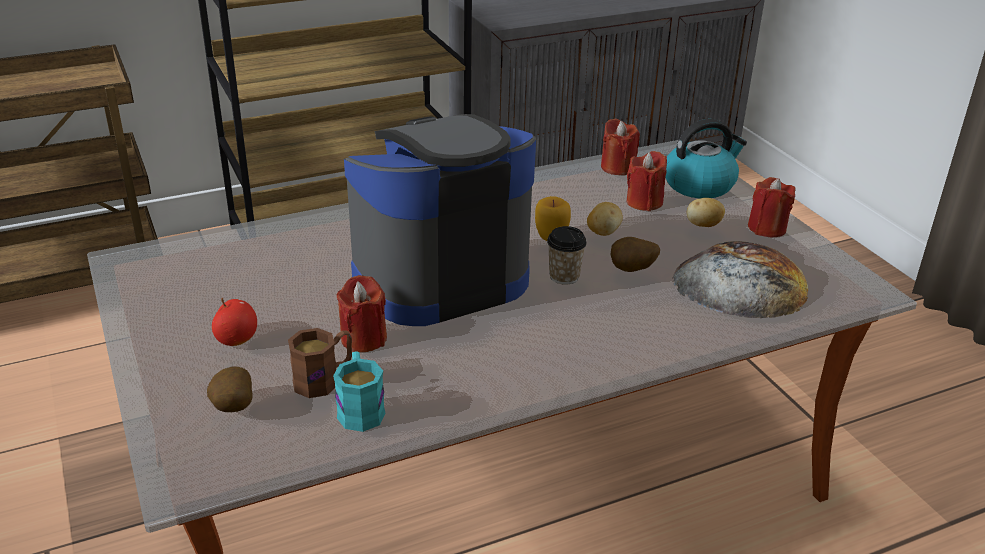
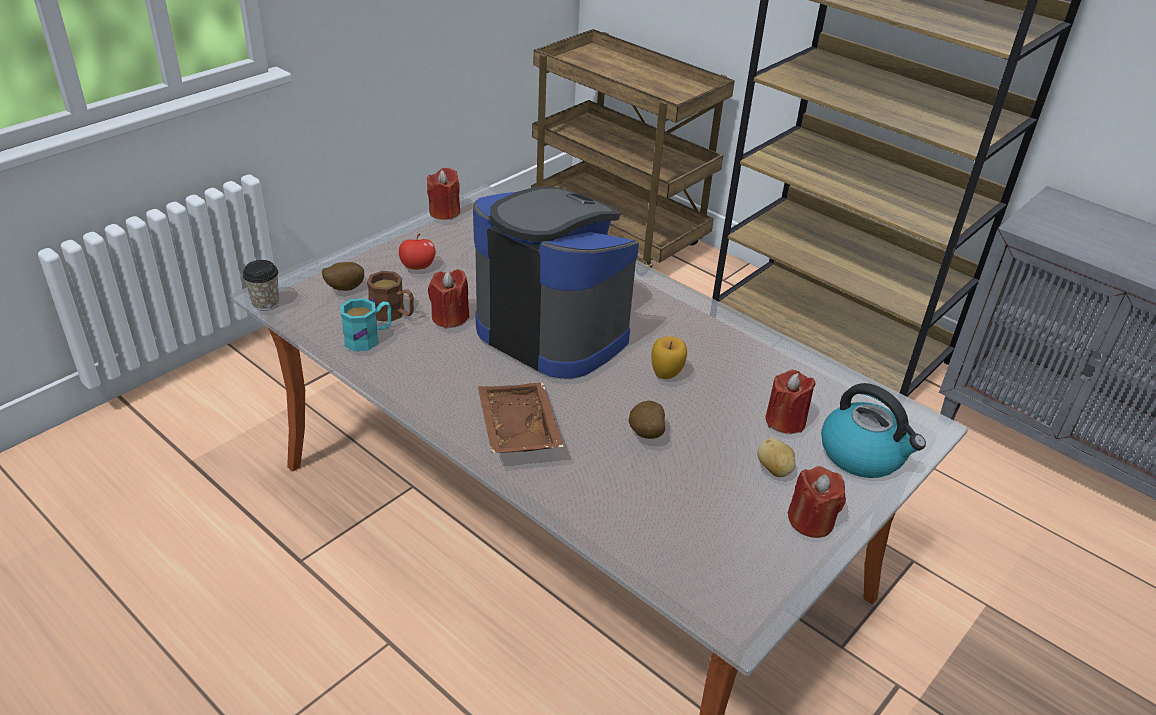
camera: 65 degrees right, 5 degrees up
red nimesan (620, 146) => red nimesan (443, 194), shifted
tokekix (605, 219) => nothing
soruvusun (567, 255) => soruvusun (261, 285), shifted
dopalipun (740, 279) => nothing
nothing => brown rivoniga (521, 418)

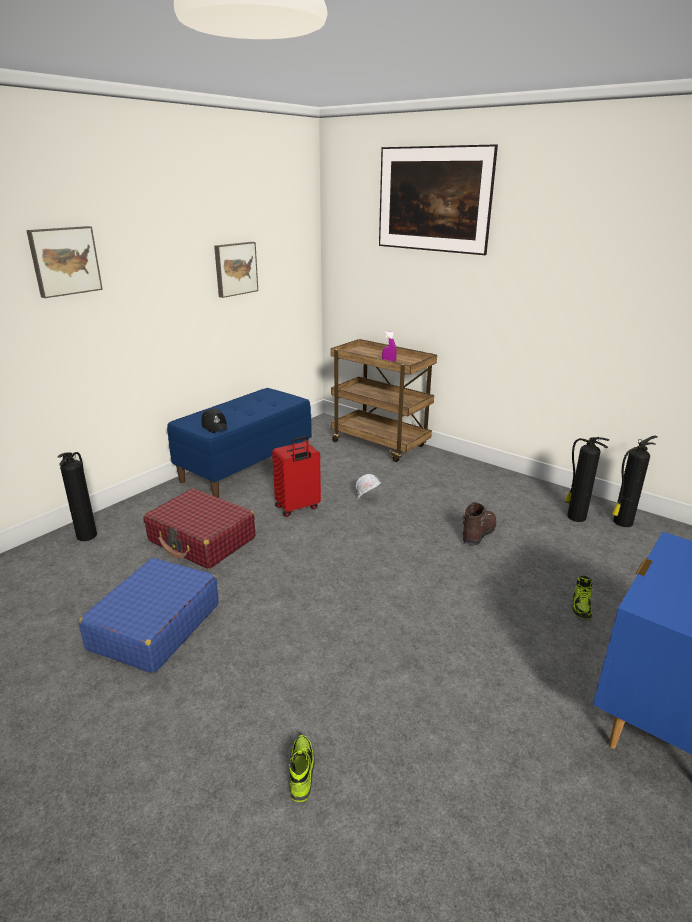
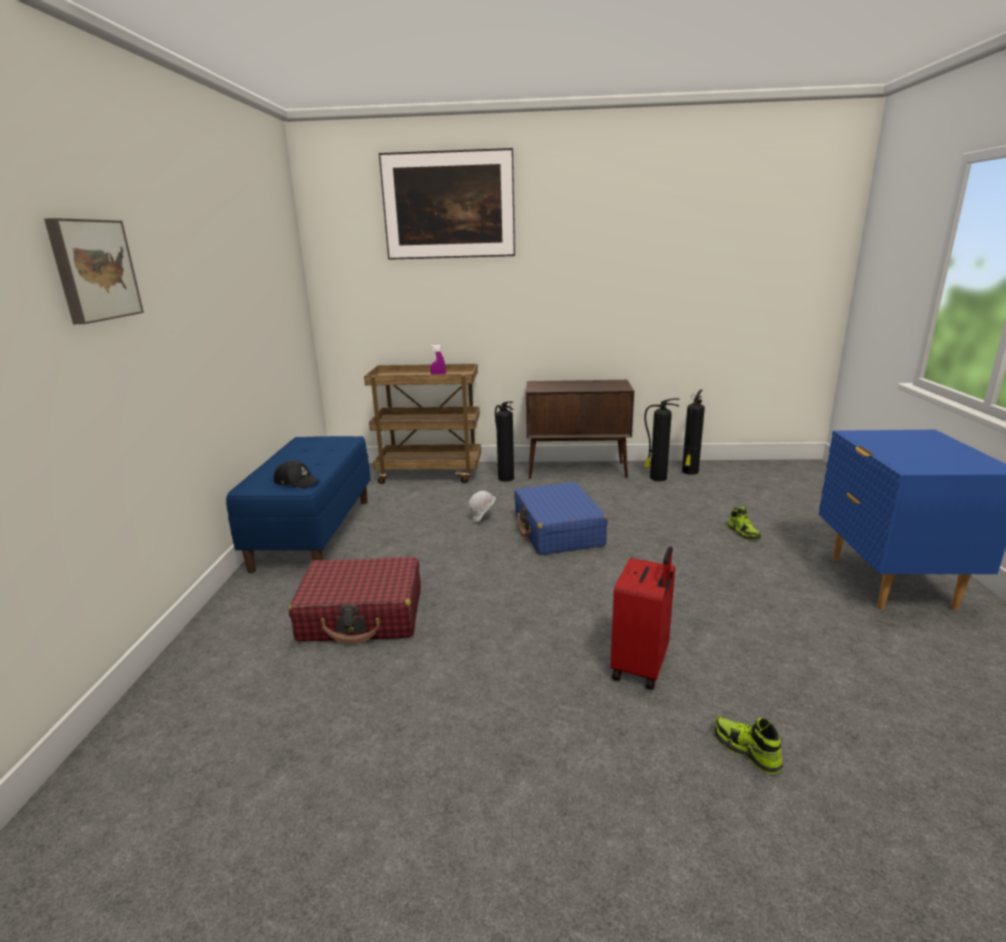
camera: 35 degrees left, 5 degrees down
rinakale (236, 270) => nothing
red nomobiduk (296, 476) => red nomobiduk (642, 618), shifted
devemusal (77, 496) => devemusal (504, 441), shifted
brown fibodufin (479, 523) => nothing
blue nomobiduk (149, 616) => blue nomobiduk (561, 518), shifted
nothing => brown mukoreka (580, 429)

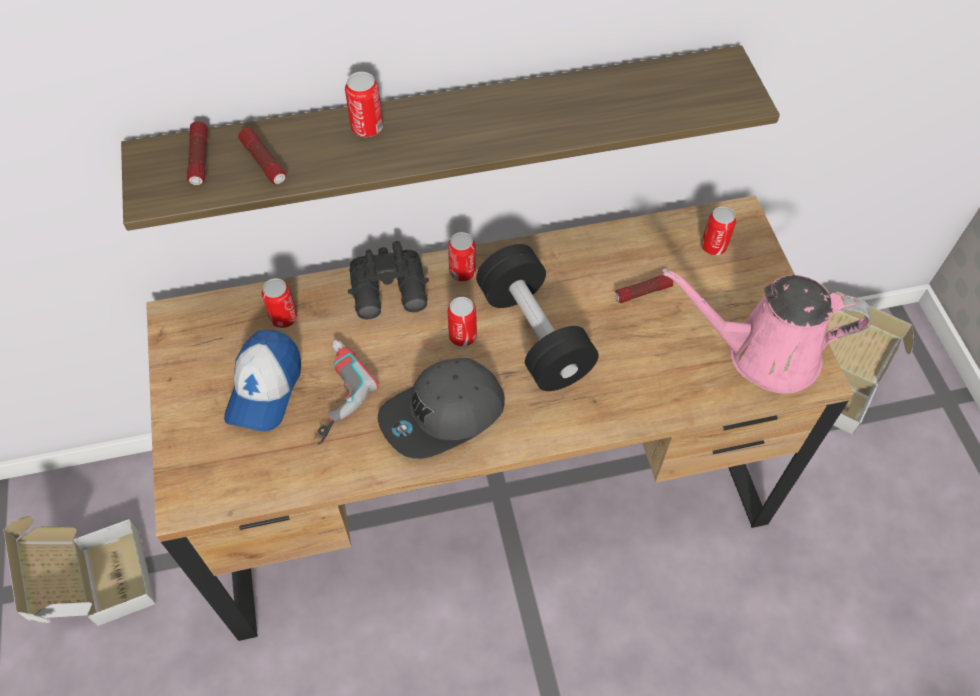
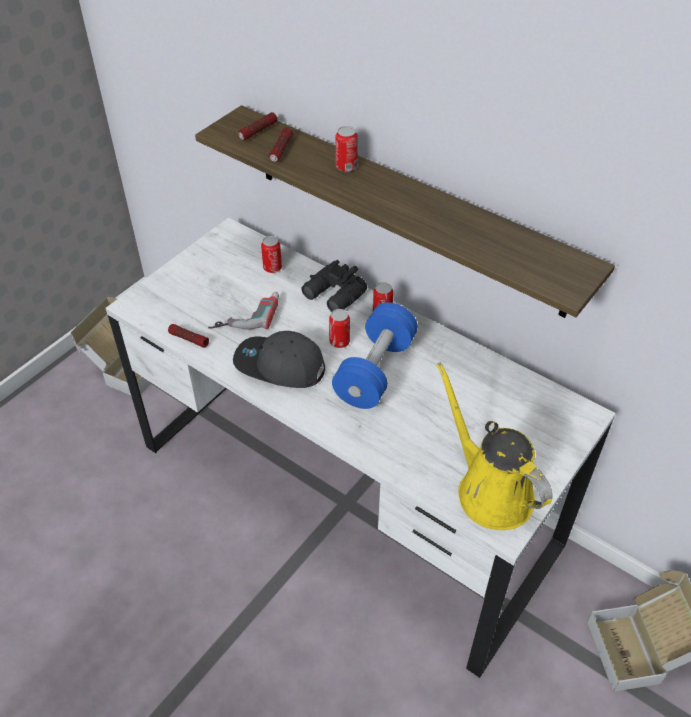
camera: 50 degrees right, 10 degrees down
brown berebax (500, 418) => white berebax (361, 447)
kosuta (718, 231) => nothing
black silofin (537, 317) => blue silofin (375, 355)
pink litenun (766, 331) => yellow litenun (494, 446)
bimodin (644, 289) => bimodin (188, 336), shifted
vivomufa (262, 381) => nothing

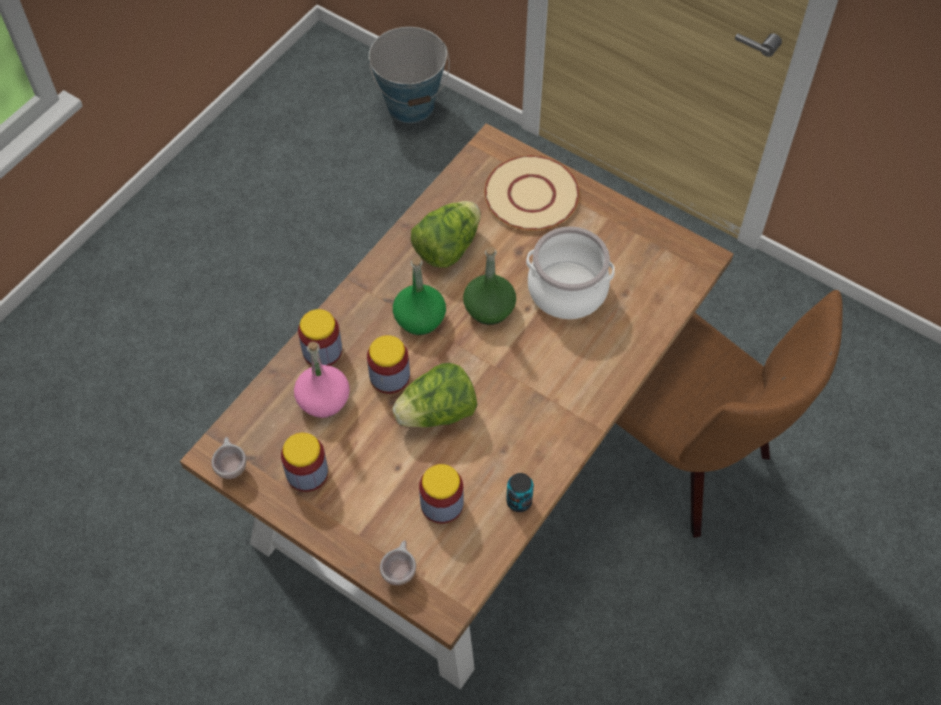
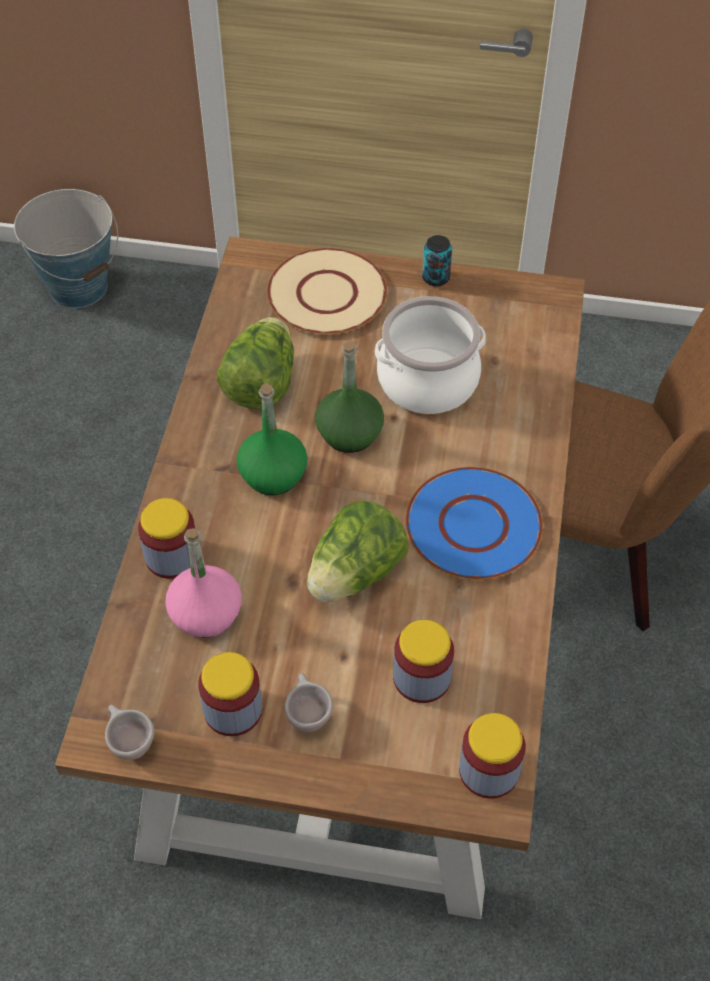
camera: 25 degrees left, 5 degrees down
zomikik (388, 364) => zomikik (492, 756), shifted
kosuta (520, 492) => kosuta (437, 260), shifted
beige soruvusun (398, 562) => beige soruvusun (308, 702), shifted
nothing => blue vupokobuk (474, 523)

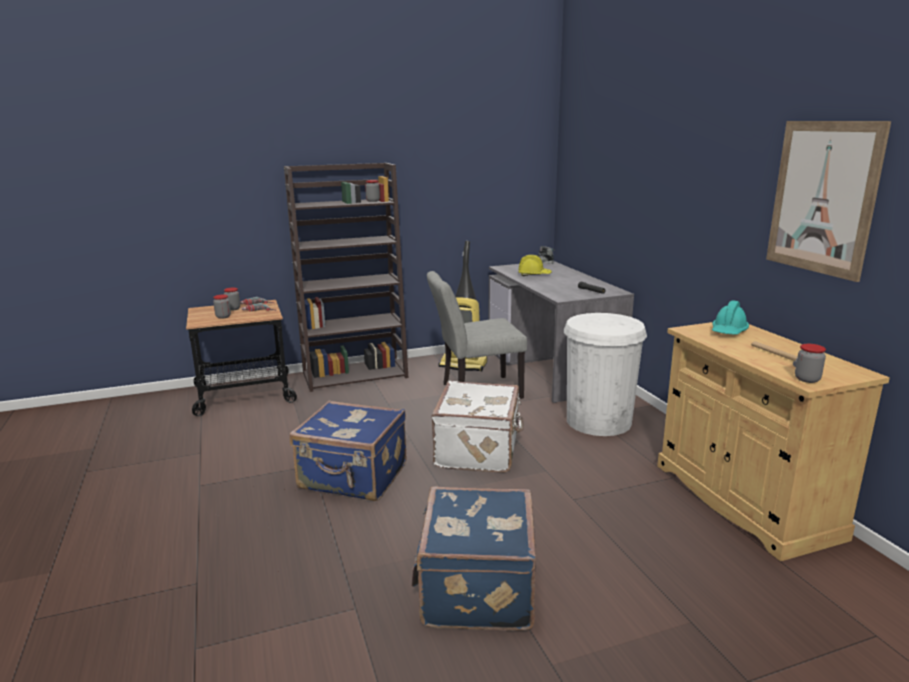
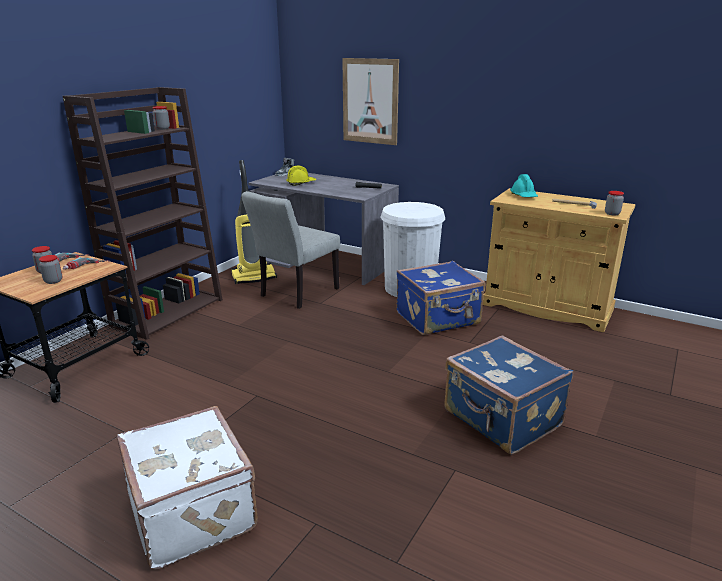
camera: 40 degrees left, 5 degrees up
rinakale (828, 201) => rinakale (370, 101), shifted
white nomobiduk (478, 427) => white nomobiduk (187, 488), shifted
blue nomobiduk (348, 450) => blue nomobiduk (441, 298), shifted

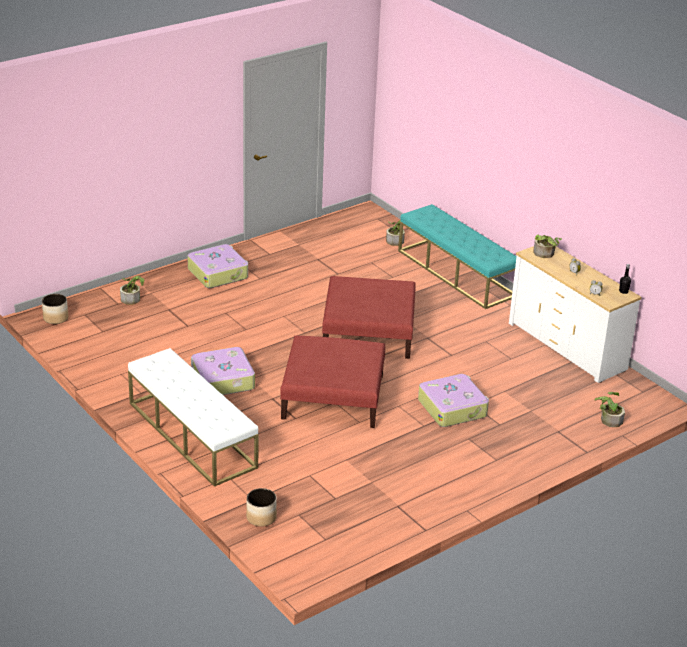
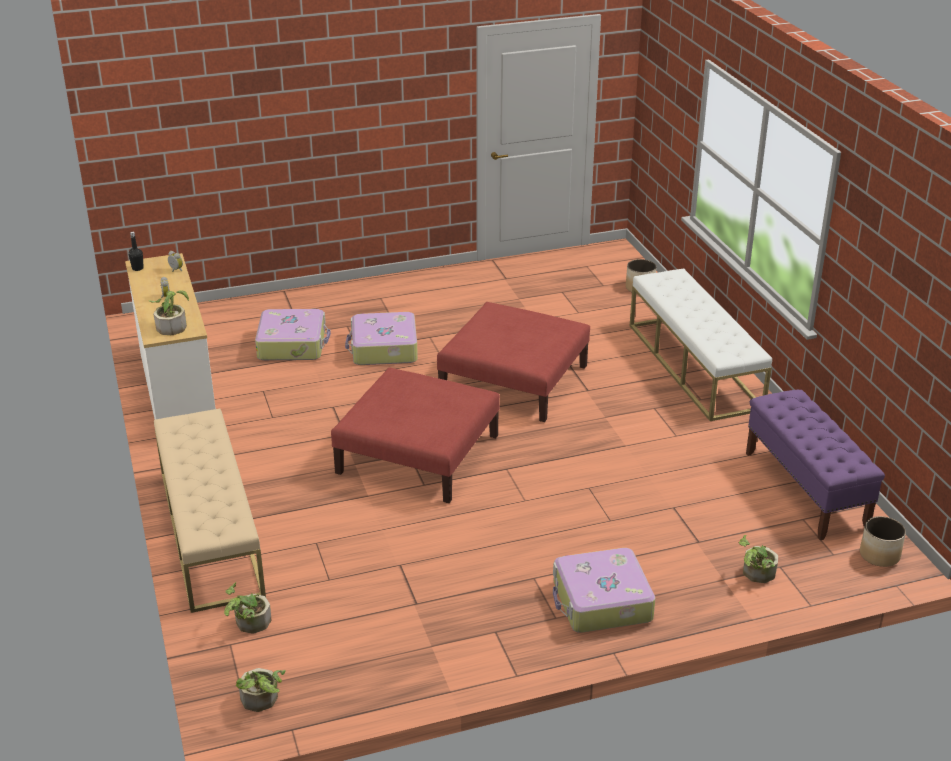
camera: 160 degrees left, 0 degrees up
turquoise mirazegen (457, 256) => beige mirazegen (210, 511)
nomobiduk (223, 371) => nomobiduk (293, 334), shifted
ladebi (610, 409) => ladebi (261, 690), shifted
nothing => purple mirazegen (815, 465)

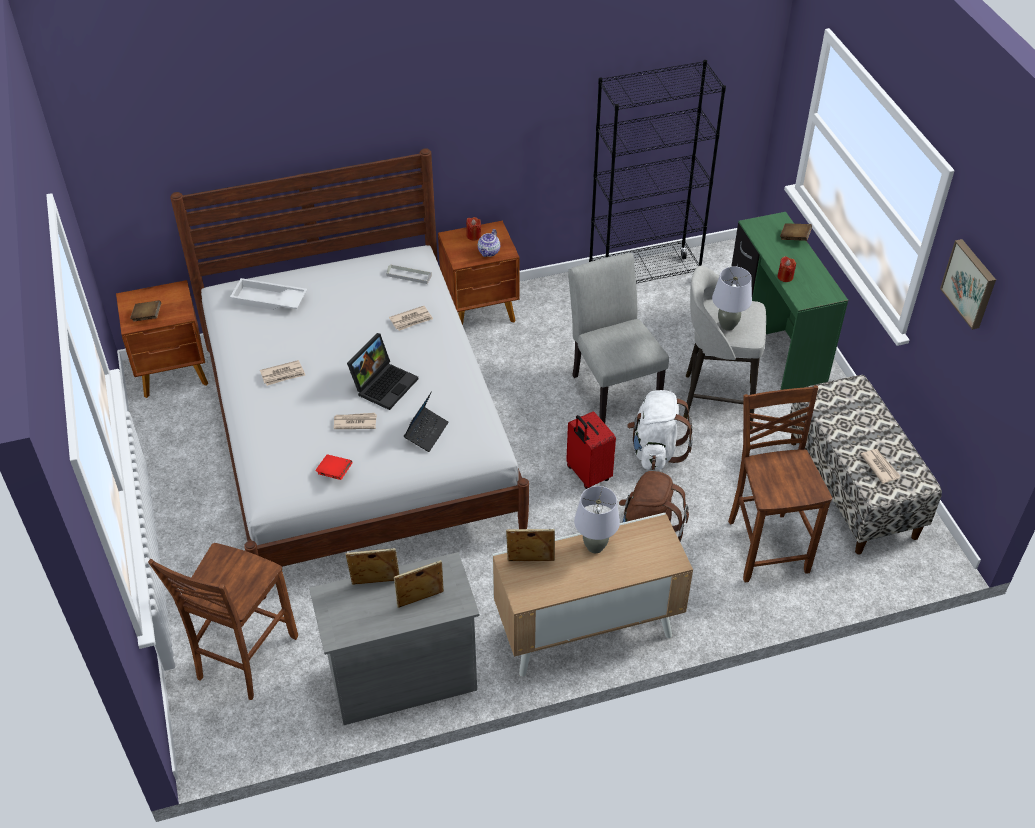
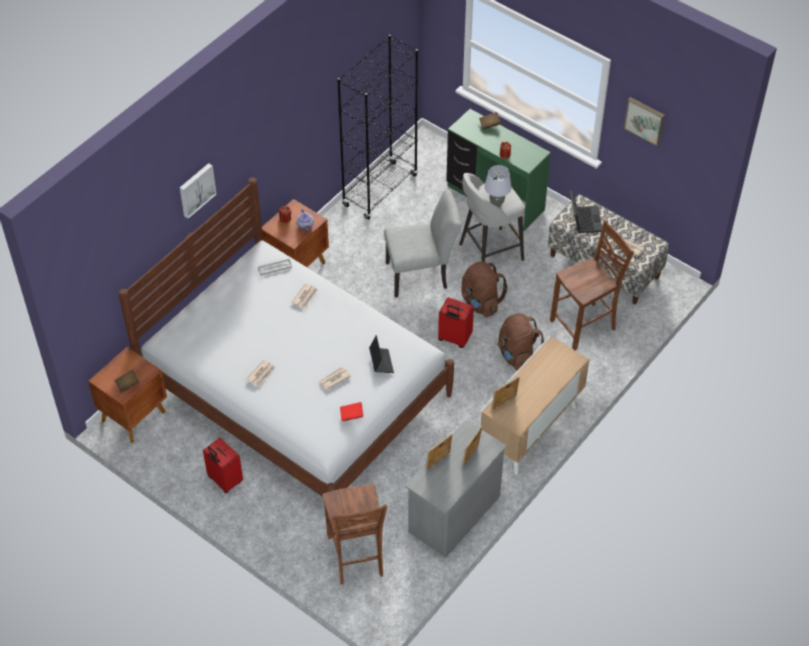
camera: 35 degrees left, 5 degrees up
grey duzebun (618, 338) => grey duzebun (422, 243), 135 degrees clockwise
white rivoniga (268, 294) => nothing
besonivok (382, 371) => besonivok (586, 211), shifted
brown duzebun (780, 484) => brown duzebun (592, 285), 105 degrees clockwise
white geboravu (660, 430) => brown geboravu (485, 289)
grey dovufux (597, 520) => nothing
nothing => rinakale (198, 190)
nothing => red nomobiduk (223, 465)

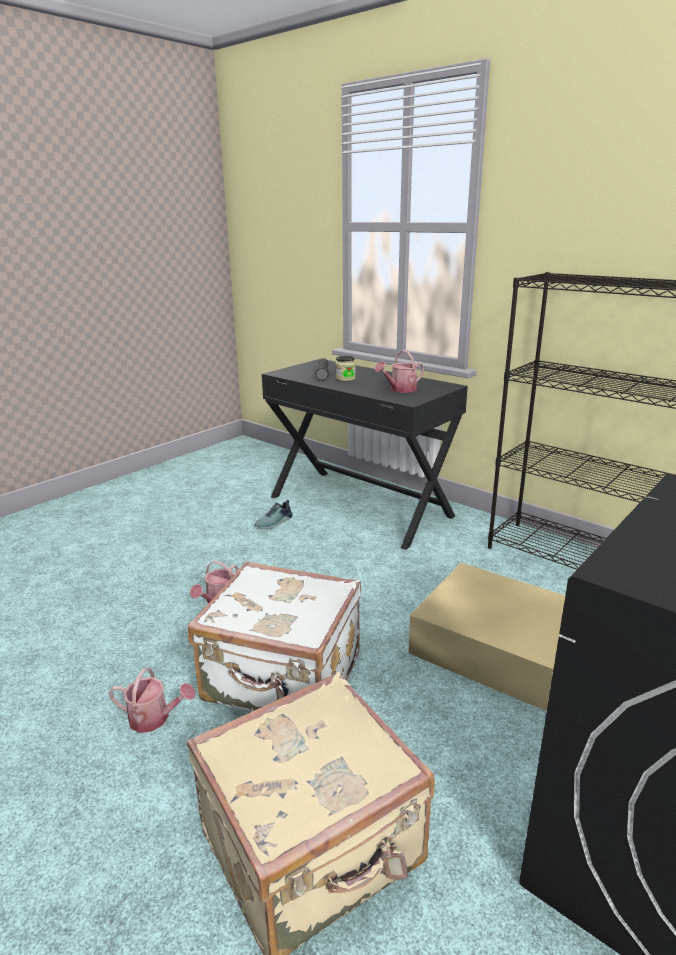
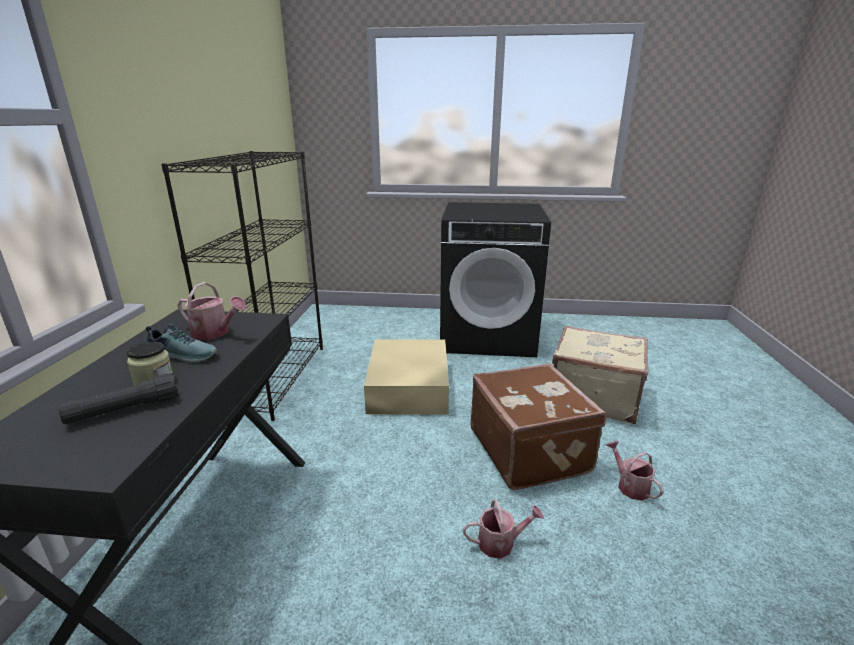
camera: 125 degrees left, 0 degrees up
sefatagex (273, 514) => sefatagex (182, 343), shifted
white nomobiduk (274, 636) => brown nomobiduk (539, 426)

